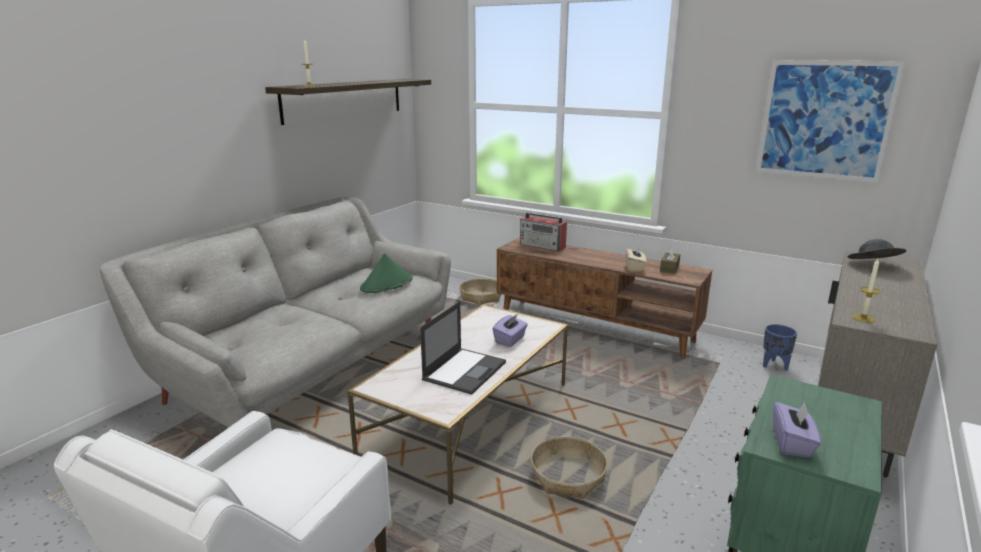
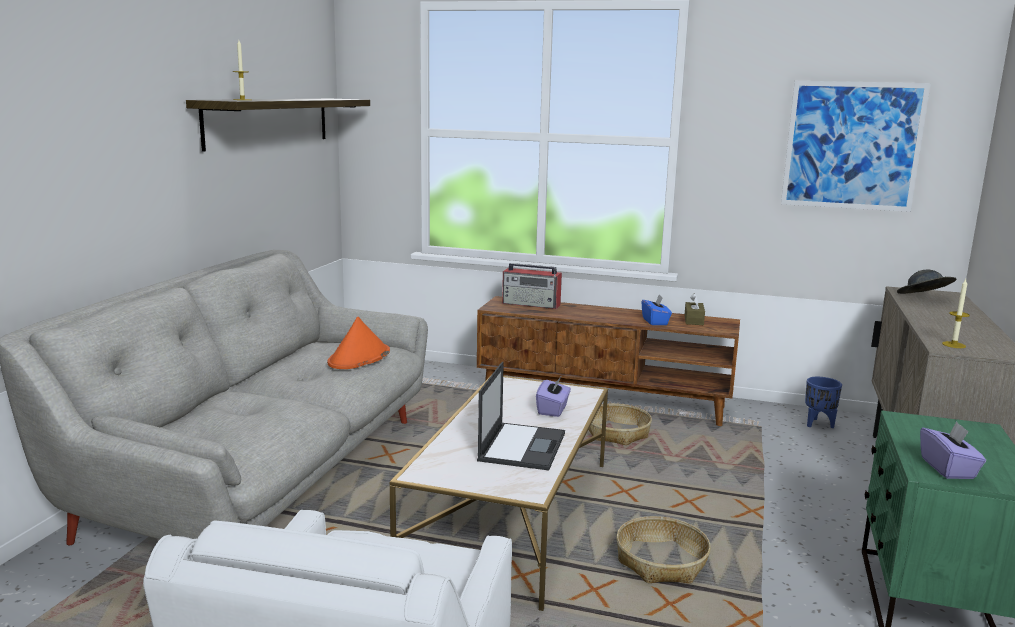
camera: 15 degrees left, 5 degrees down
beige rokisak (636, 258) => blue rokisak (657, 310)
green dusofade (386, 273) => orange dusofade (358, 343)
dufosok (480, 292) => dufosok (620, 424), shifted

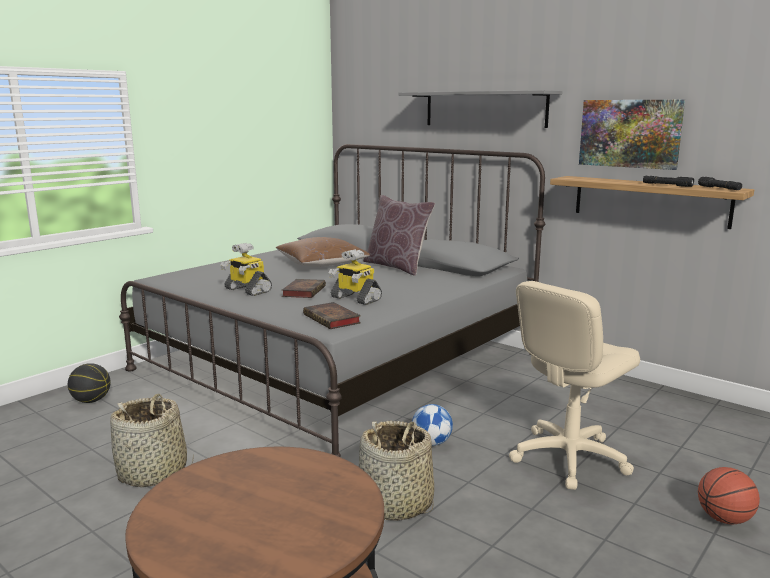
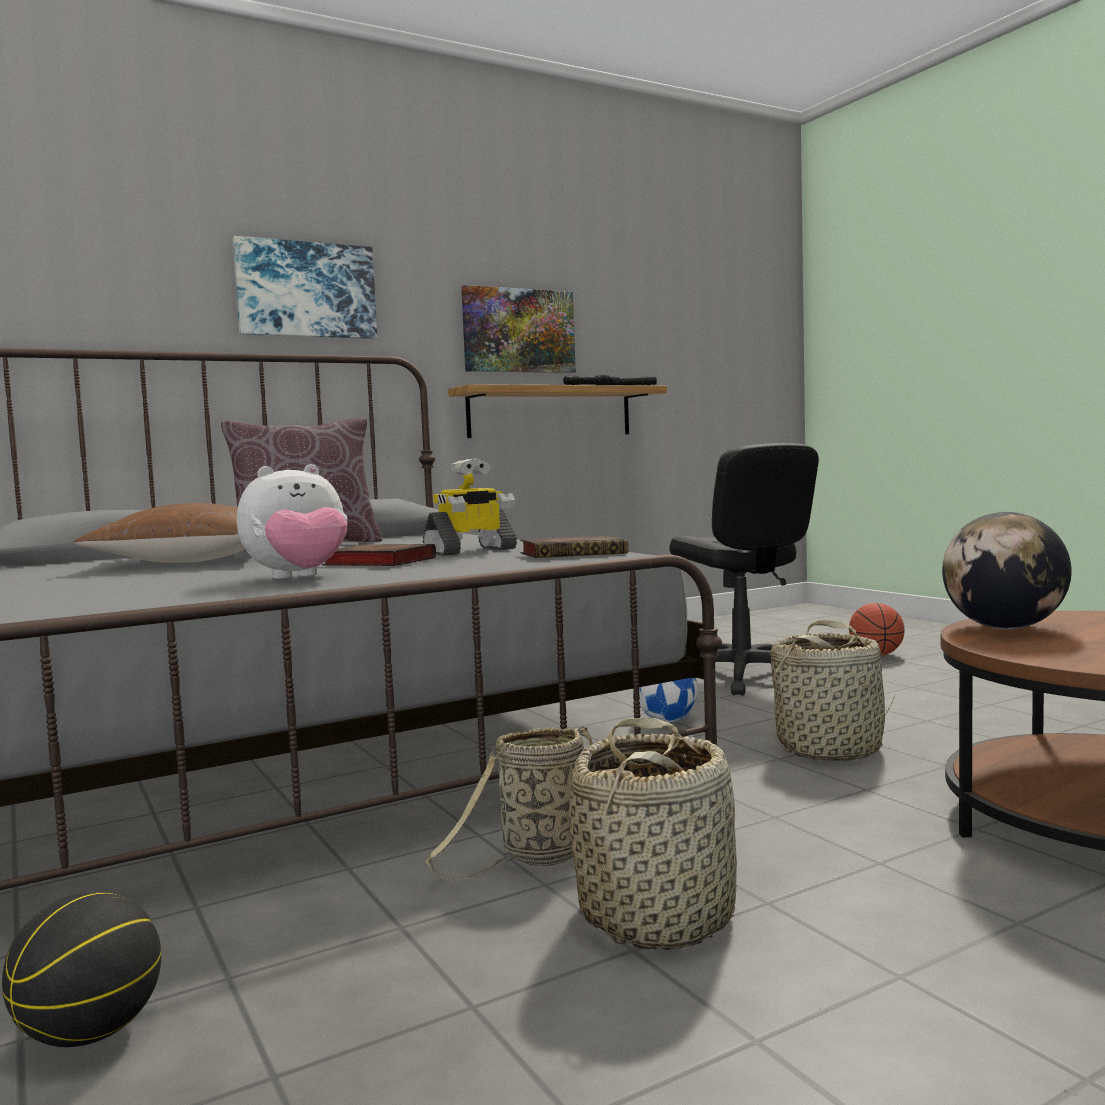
camera: 70 degrees left, 10 degrees down
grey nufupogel (481, 109) => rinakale (305, 287)
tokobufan (246, 269) => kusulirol (292, 521)
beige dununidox (574, 385) => black dununidox (744, 569)
nothing => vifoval (1007, 570)
nothing => dufosok (509, 804)

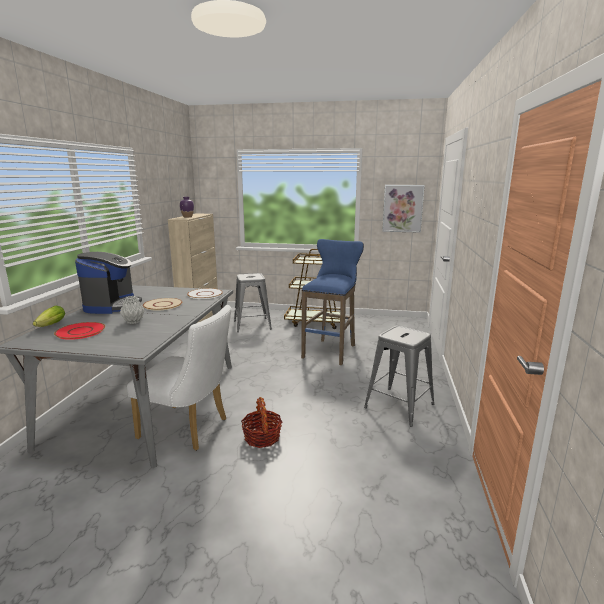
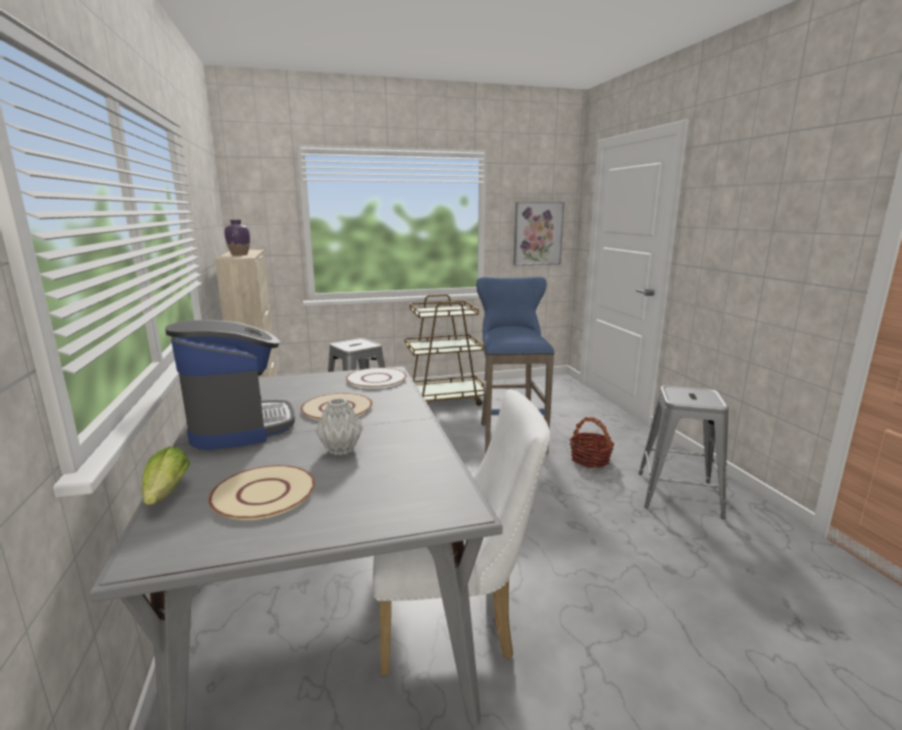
camera: 25 degrees left, 0 degrees up
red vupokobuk (79, 331) => beige vupokobuk (261, 492)
dufosok (261, 422) => dufosok (592, 442), shifted

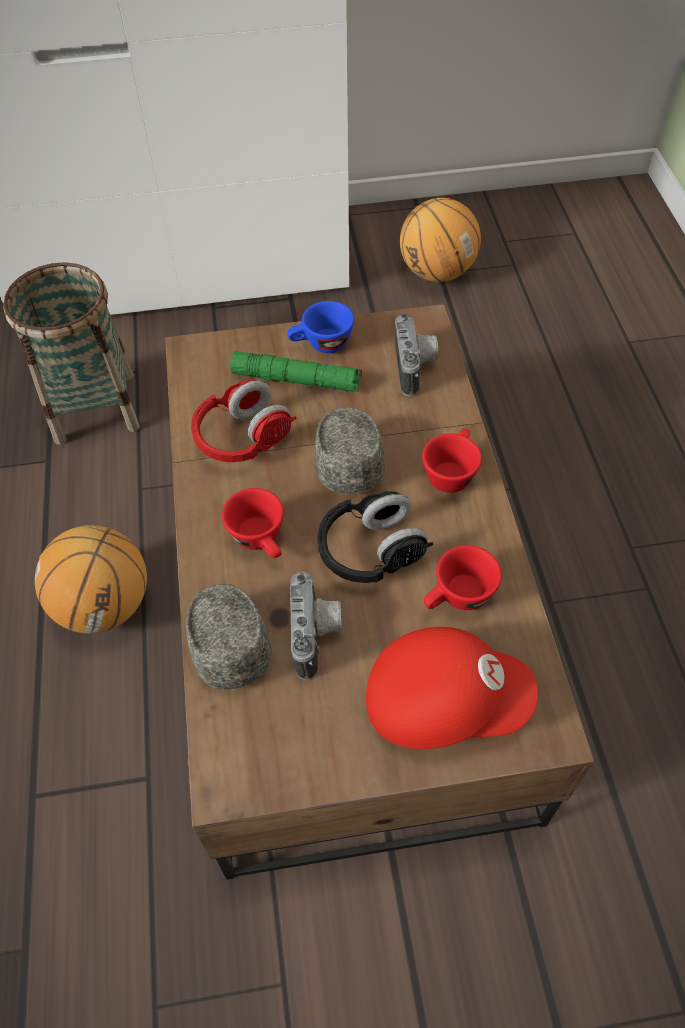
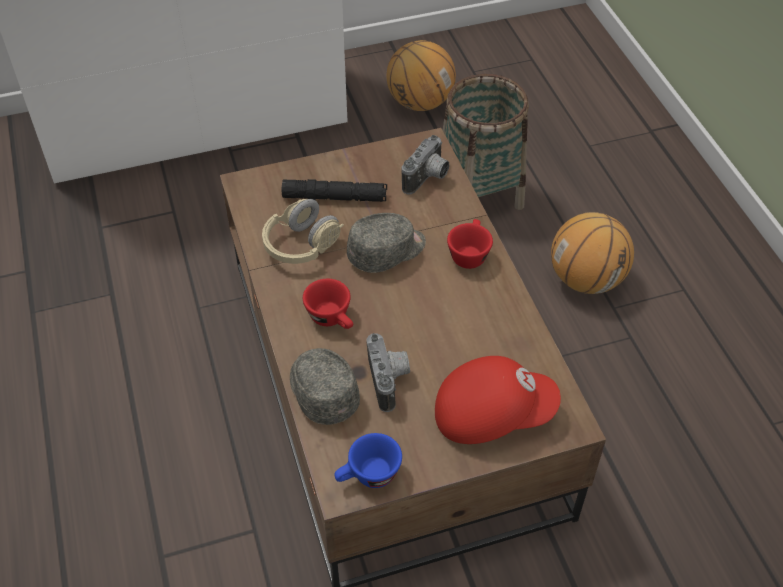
camera: 10 degrees left, 5 degrees down
dufosok (71, 354) => dufosok (486, 142), shifted
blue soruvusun (320, 327) => blue soruvusun (368, 460), shifted
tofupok (416, 355) => tofupok (425, 164), 45 degrees clockwise
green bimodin (296, 371) => black bimodin (334, 190)
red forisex (243, 421) => beige forisex (303, 231)
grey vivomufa (350, 450) => grey vivomufa (386, 243), 75 degrees clockwise
black forisex (375, 537) => nothing
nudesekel (91, 579) => nudesekel (592, 253), shifted
red soruvusun (463, 577) => nothing

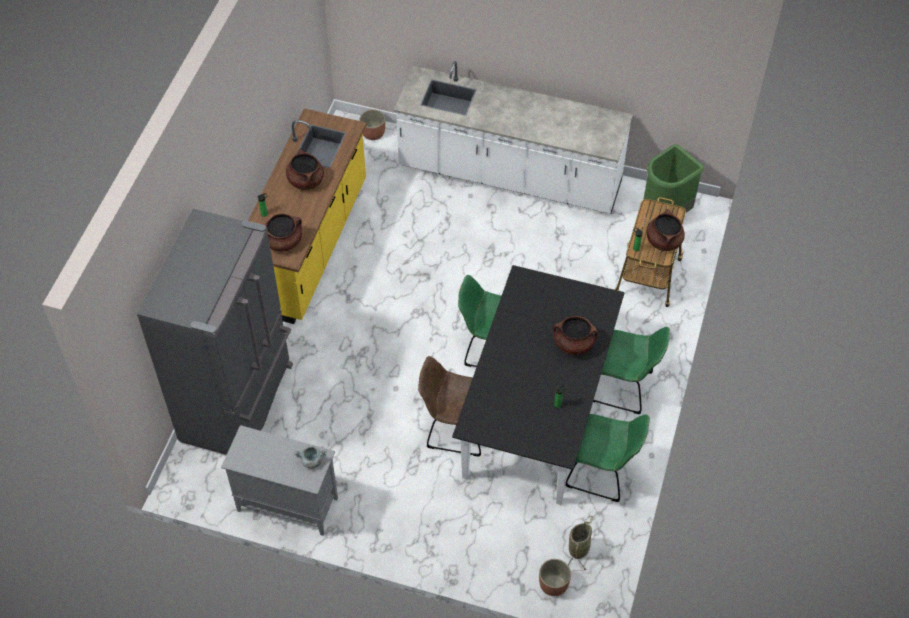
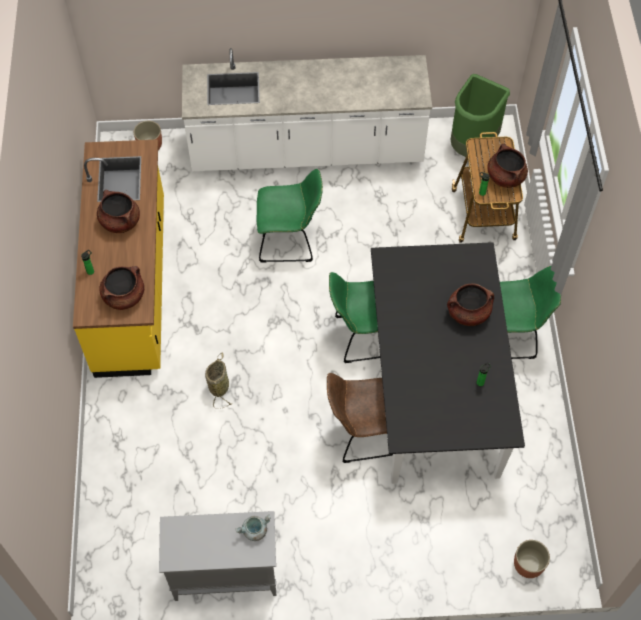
camera: 20 degrees left, 5 degrees up
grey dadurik (215, 332) => nothing
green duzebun (607, 458) => green duzebun (290, 216), shifted
dufosok (580, 543) => dufosok (219, 380), shifted

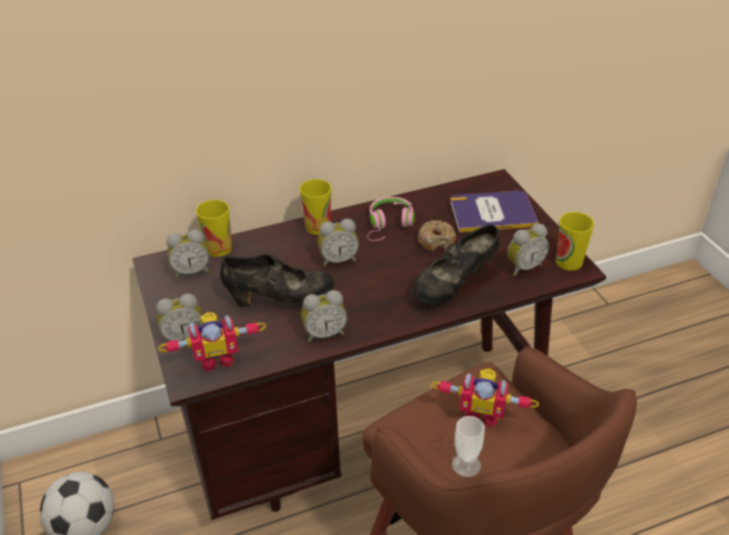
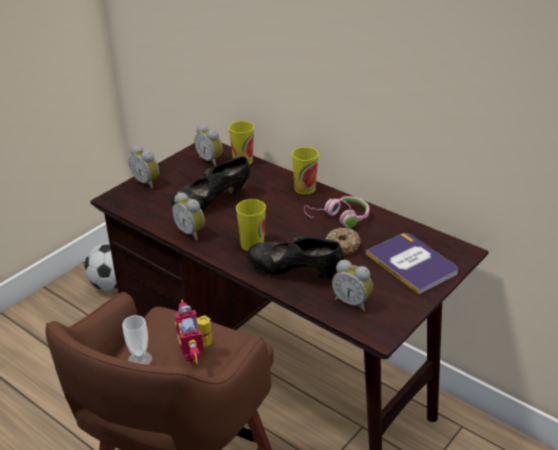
camera: 60 degrees right, 5 degrees down
soruvusun (575, 241) => soruvusun (251, 225), shifted
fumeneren (338, 243) => nothing
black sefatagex (277, 280) => black sefatagex (210, 183), 90 degrees clockwise
tokobufan (212, 342) => nothing

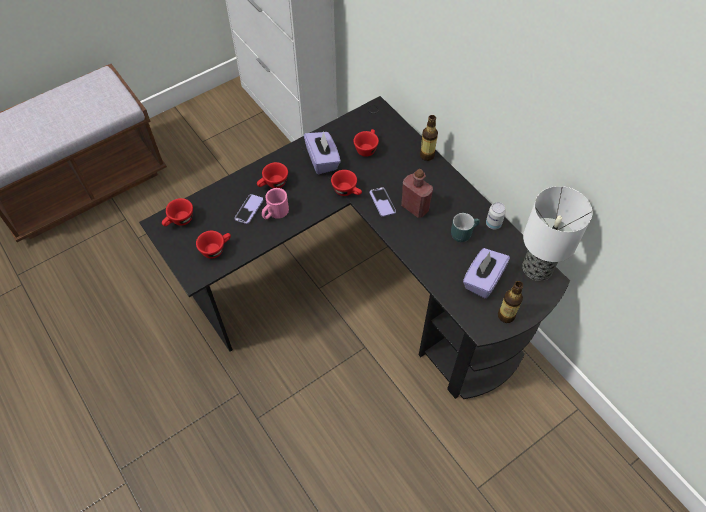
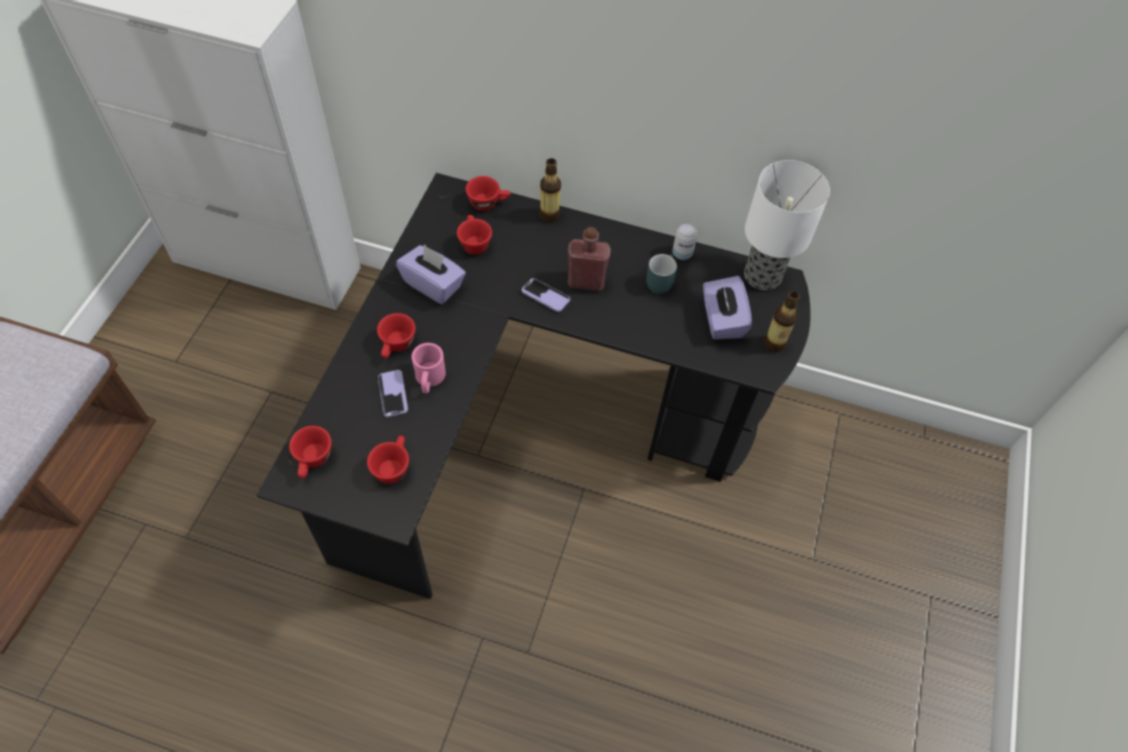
camera: 40 degrees left, 0 degrees up
red soruvusun (346, 183) => red soruvusun (488, 193), shifted

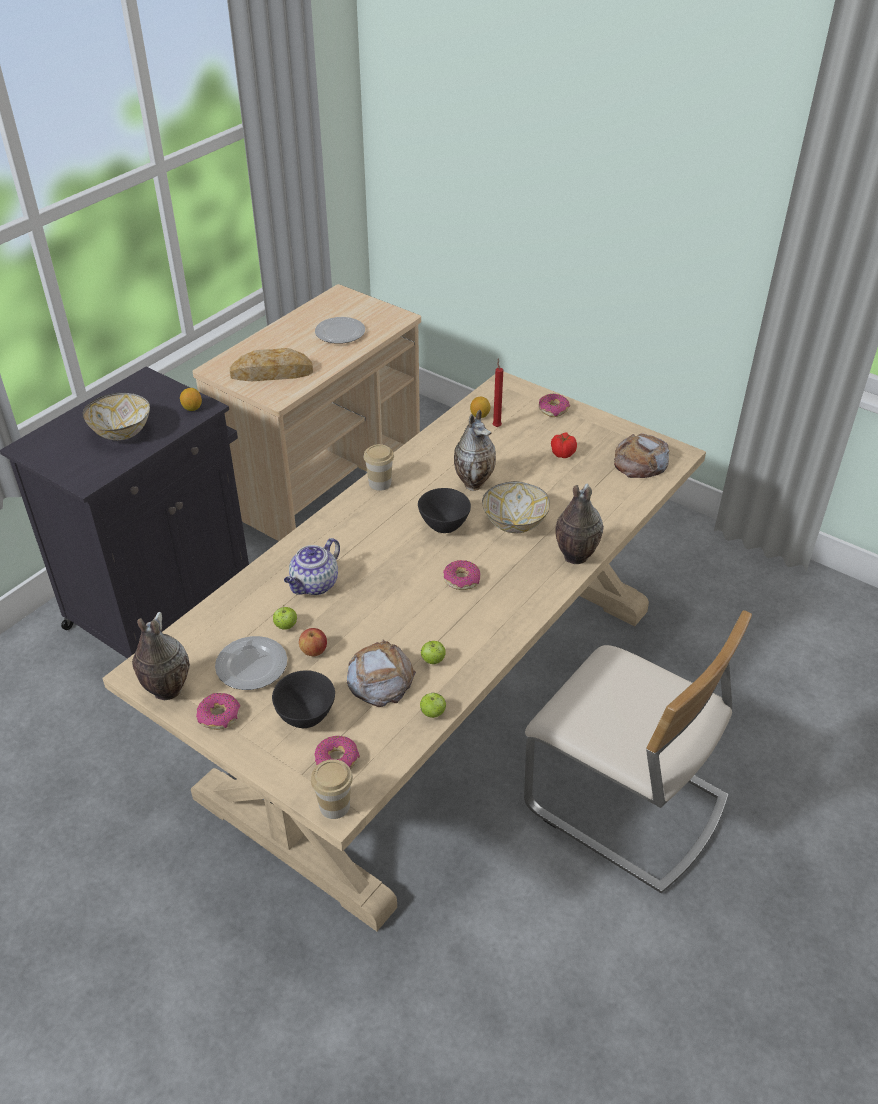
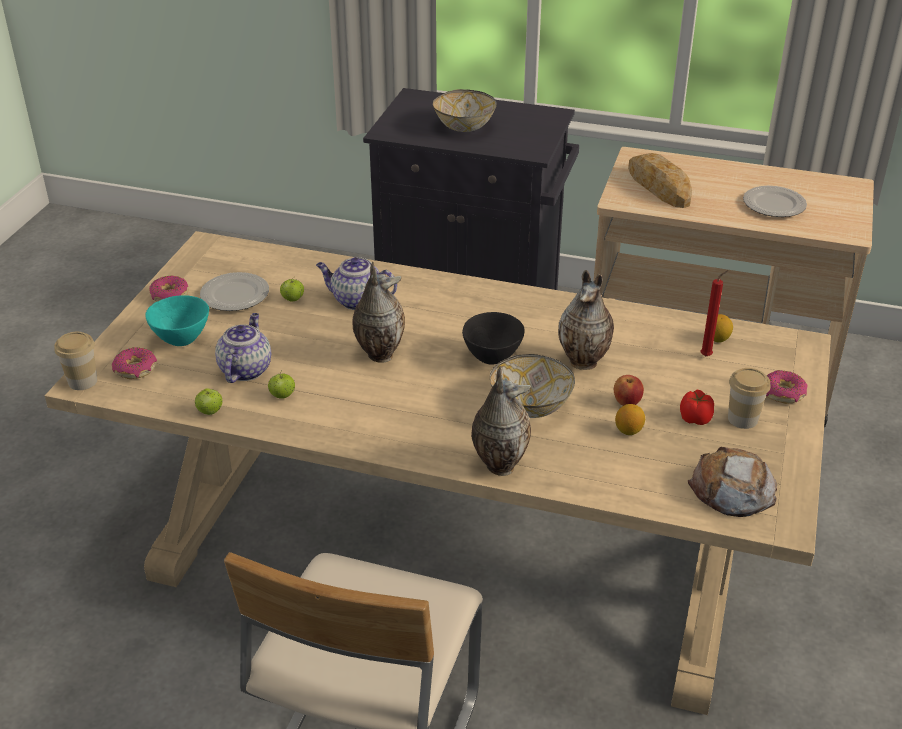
camera: 70 degrees right, 5 degrees down
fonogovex (191, 399) => fonogovex (630, 419), shifted
soruvusun (379, 467) => soruvusun (749, 398), shifted
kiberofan (461, 575) => nothing
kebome (161, 656) => kebome (379, 312), shifted
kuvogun (313, 642) => kuvogun (629, 390), shifted
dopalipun (381, 673) => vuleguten (243, 348)
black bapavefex (303, 699) => turquoise bapavefex (177, 320)

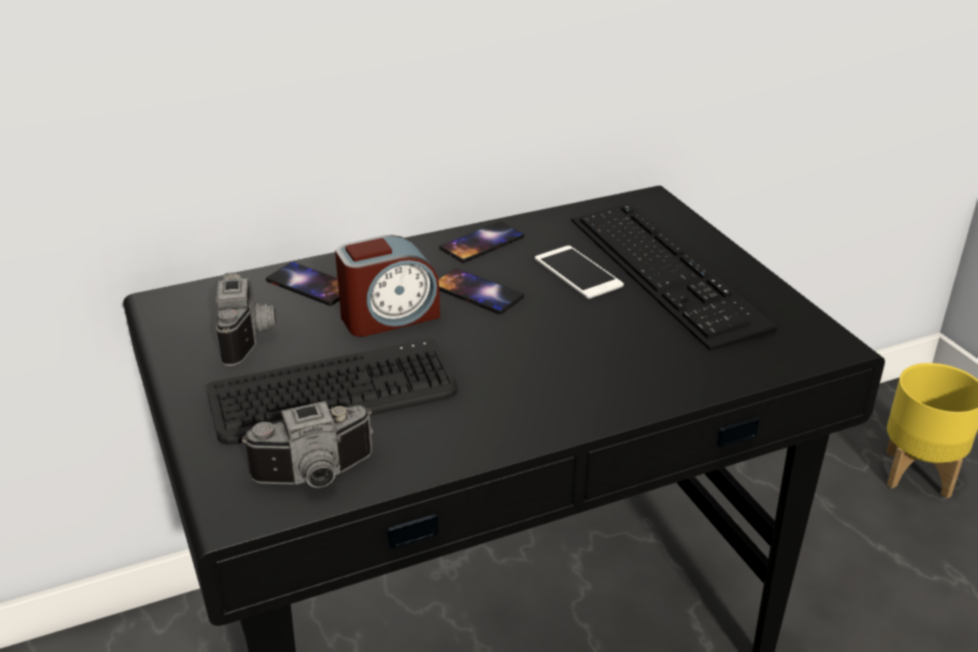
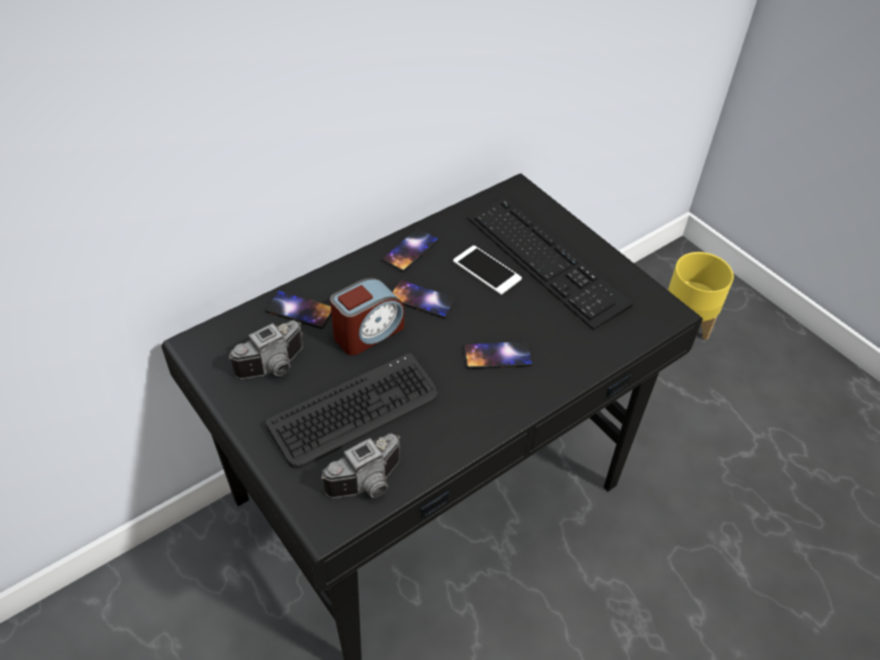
camera: 15 degrees left, 15 degrees up
tofupok (246, 319) => tofupok (266, 349), 75 degrees clockwise
nothing => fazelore (498, 355)

